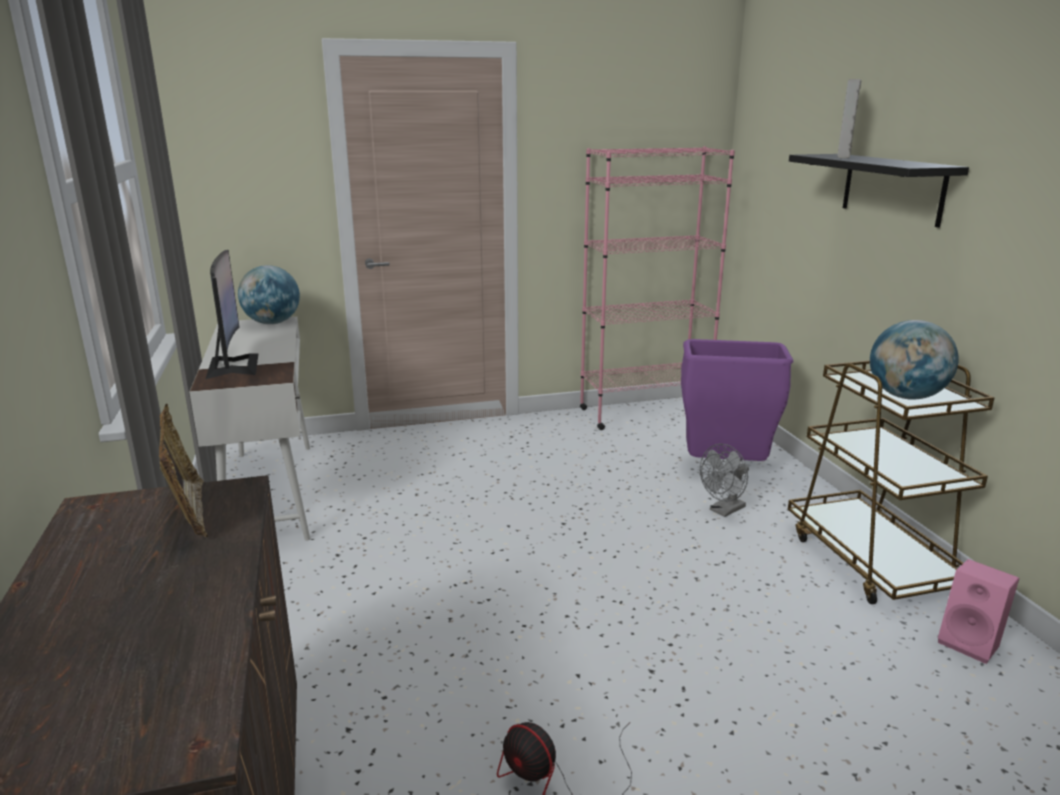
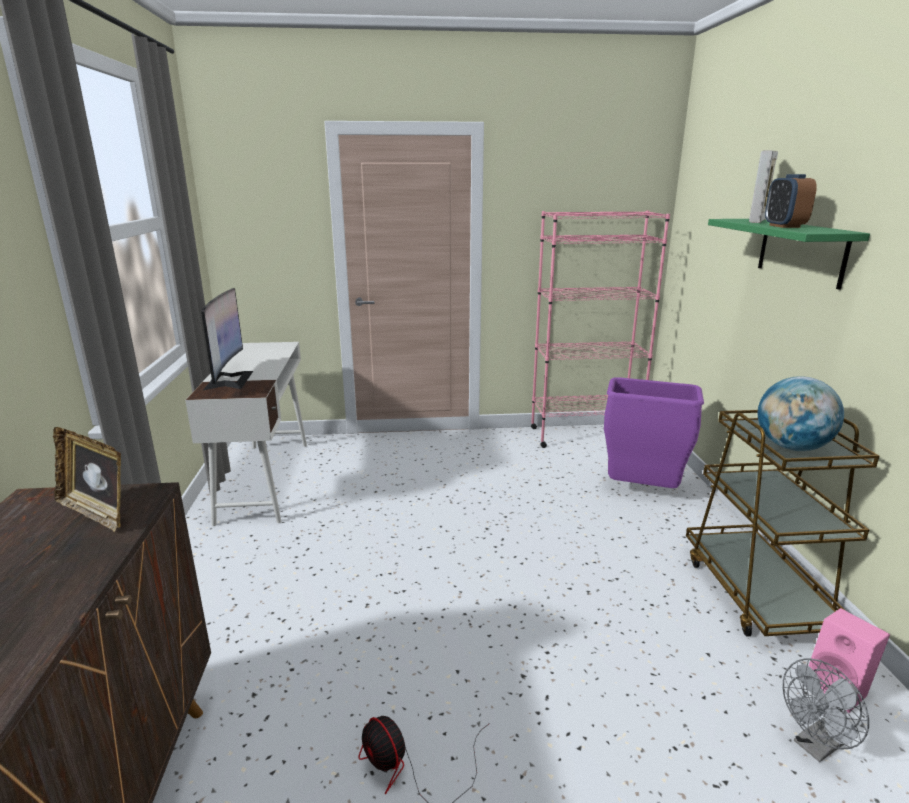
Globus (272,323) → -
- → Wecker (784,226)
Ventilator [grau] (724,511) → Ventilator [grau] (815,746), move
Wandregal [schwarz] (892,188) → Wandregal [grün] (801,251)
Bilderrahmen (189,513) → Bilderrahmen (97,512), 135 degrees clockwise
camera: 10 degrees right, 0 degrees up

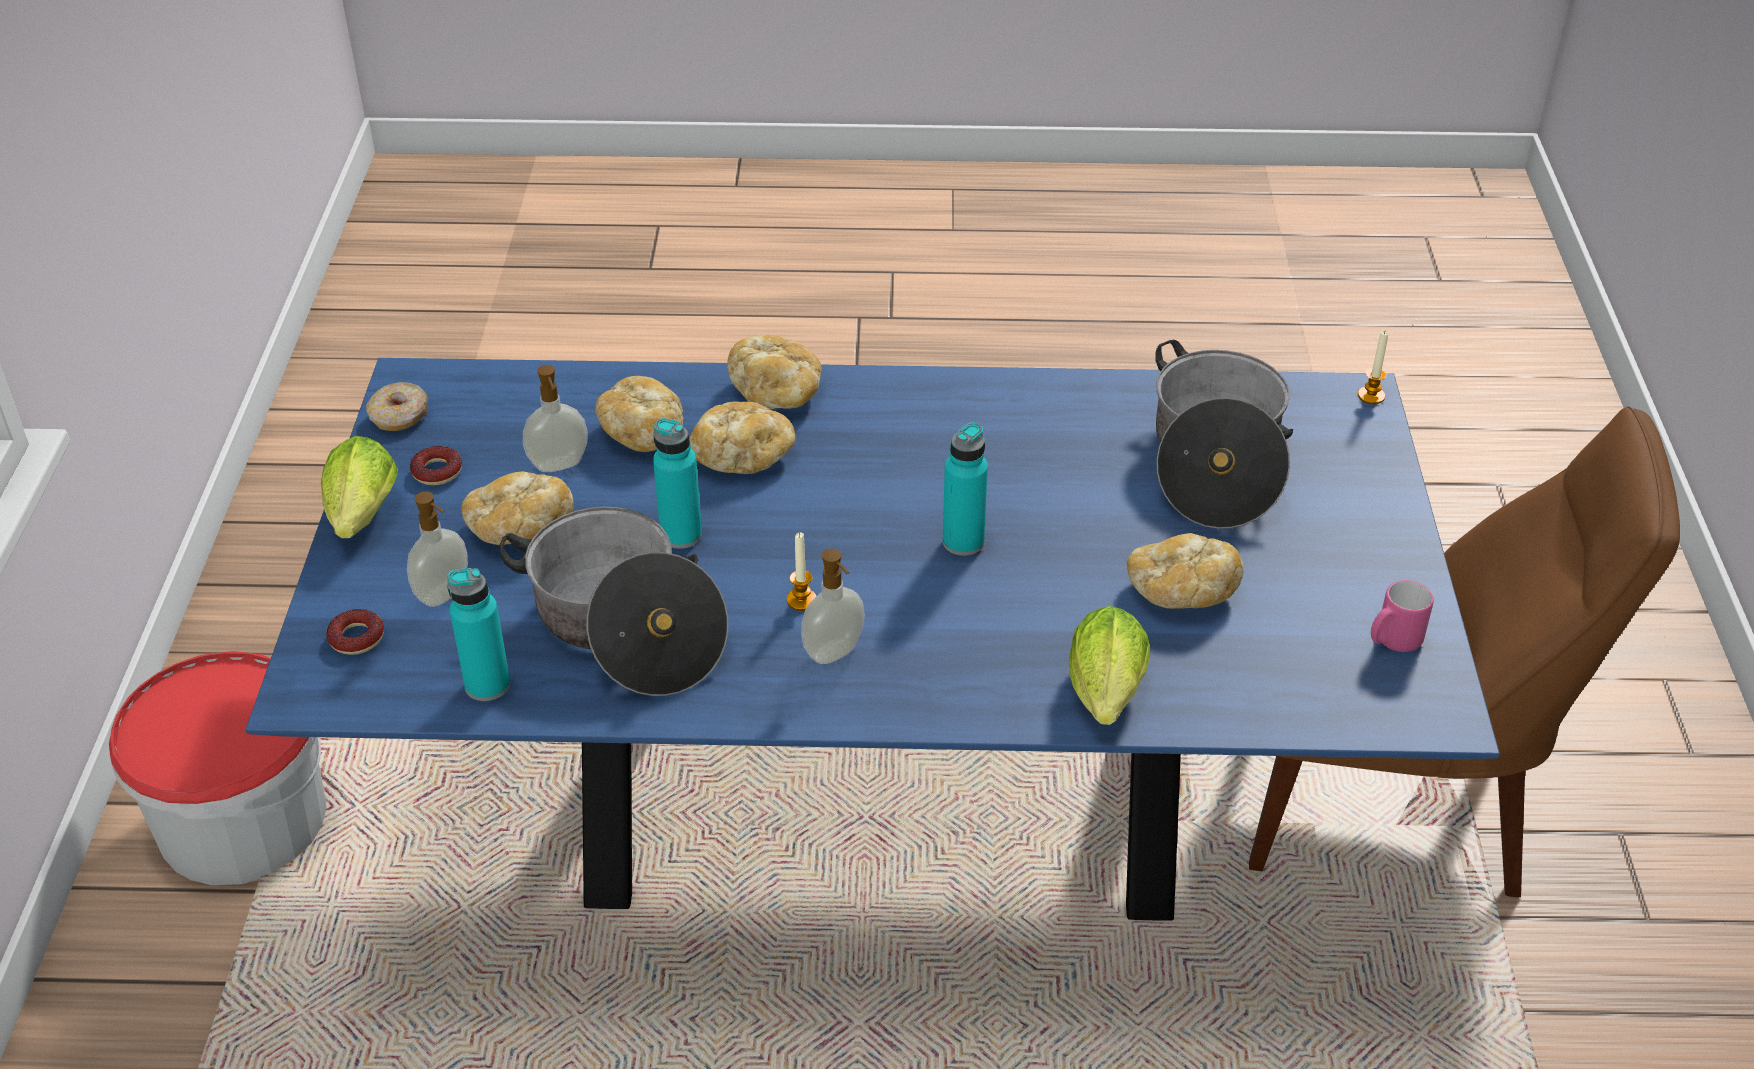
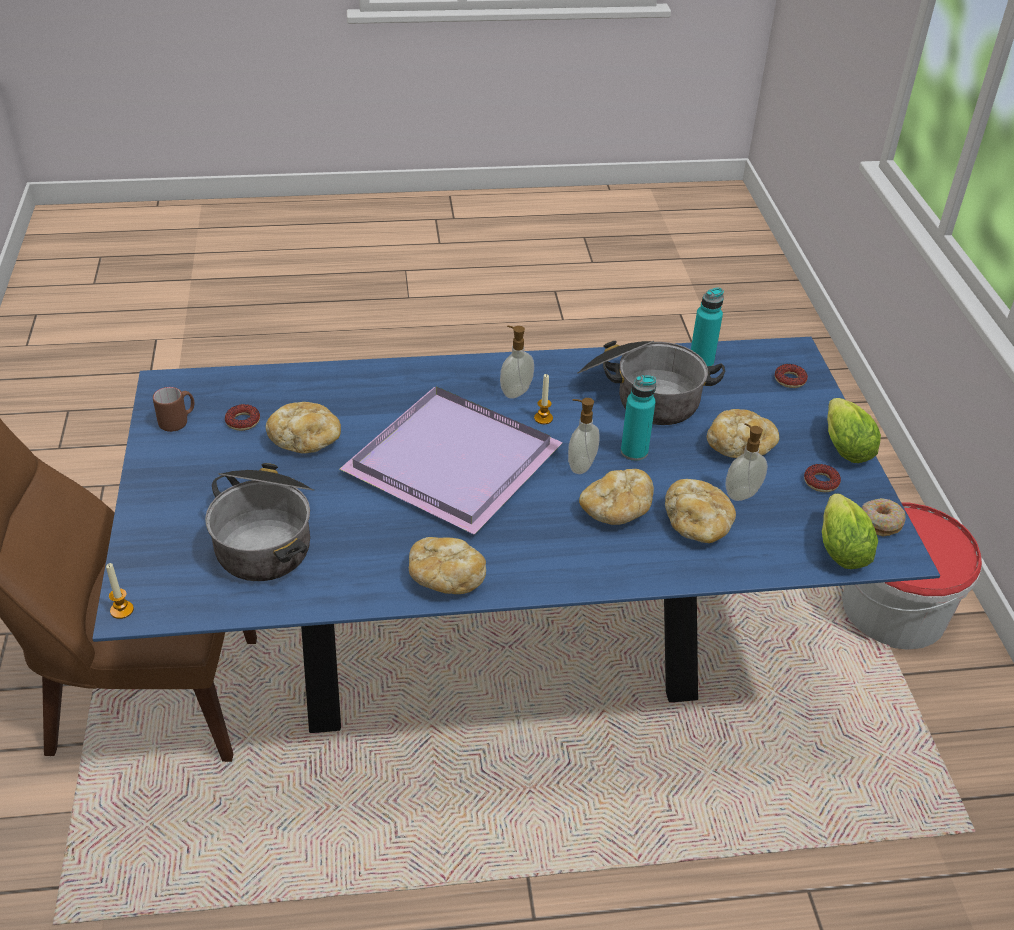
- → Donut (243,421)
Seifenspender (444,594) → Seifenspender (580,465), move
Brot (776,392) → Brot (445,578), move
Salatkopf (1105,698) → Salatkopf (839,546), move
Flasche [türkis] (963,542) → Tablett [lila] (448,462)
Henkelbecher [rosa] (1392,641) → Henkelbecher [braun] (178,422)
camera: 170 degrees right, 0 degrees up

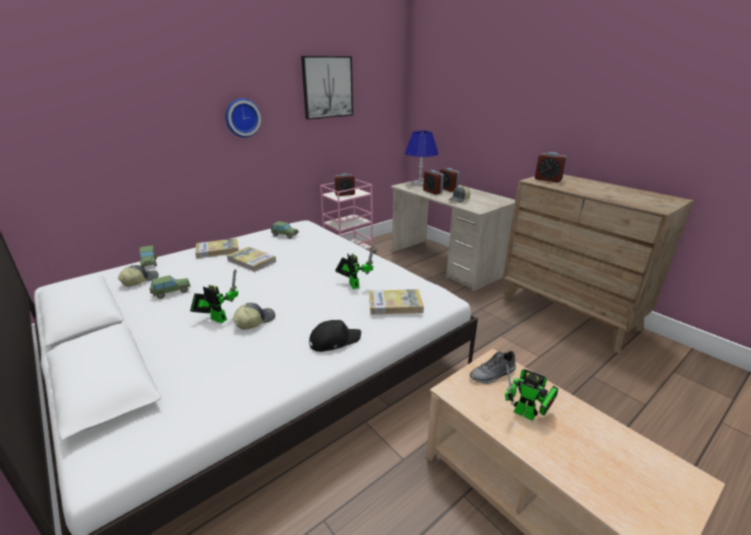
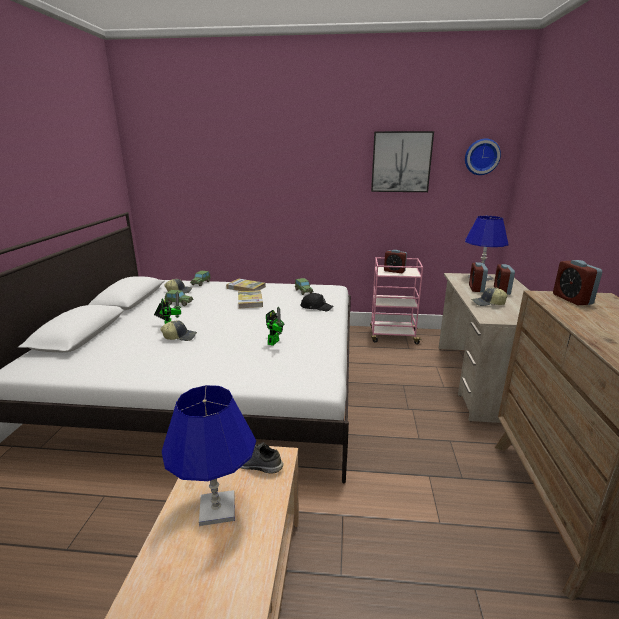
Buch (395,304) → -
Wanduhr (242,117) → Wanduhr (481,157), move
Kappe [schwarz] (334,341) → Kappe [schwarz] (316,307), move
Spielzeugroboter (528,415) → Tischlampe [blau] (217,509)
camera: 45 degrees right, 5 degrees down

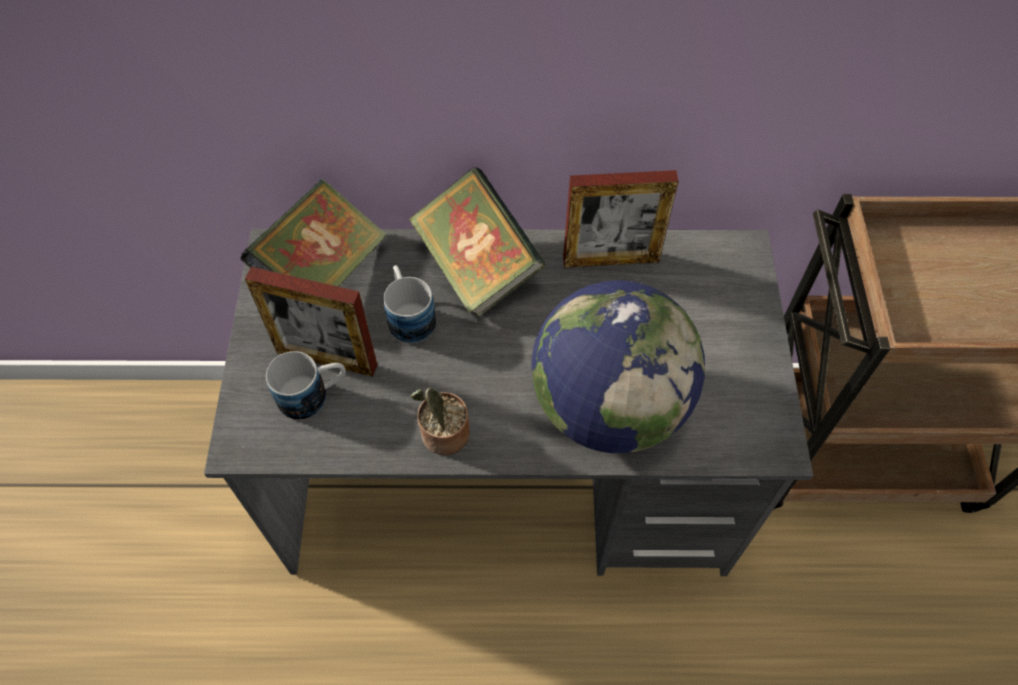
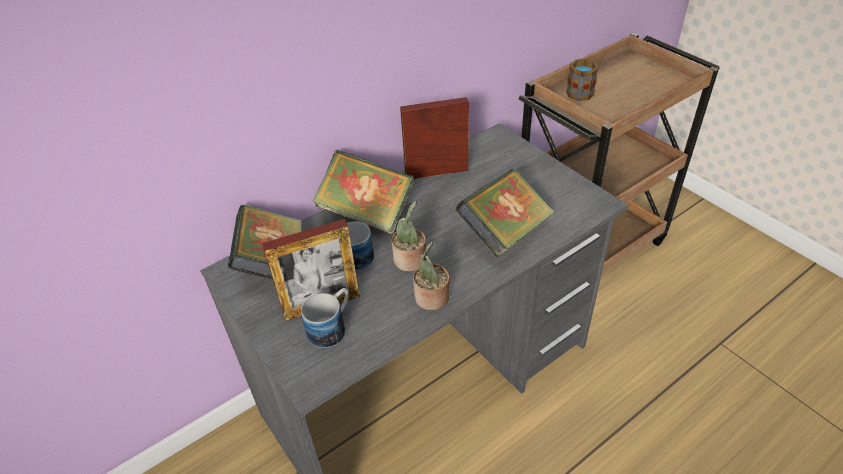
- → Topfpflanze (411,261)
- → Henkelbecher (579,96)
Globus (608,405) → Buch (504,233)
Bilderrahmen (611,259) → Bilderrahmen (436,172), 150 degrees counterclockwise
camera: 35 degrees left, 15 degrees down

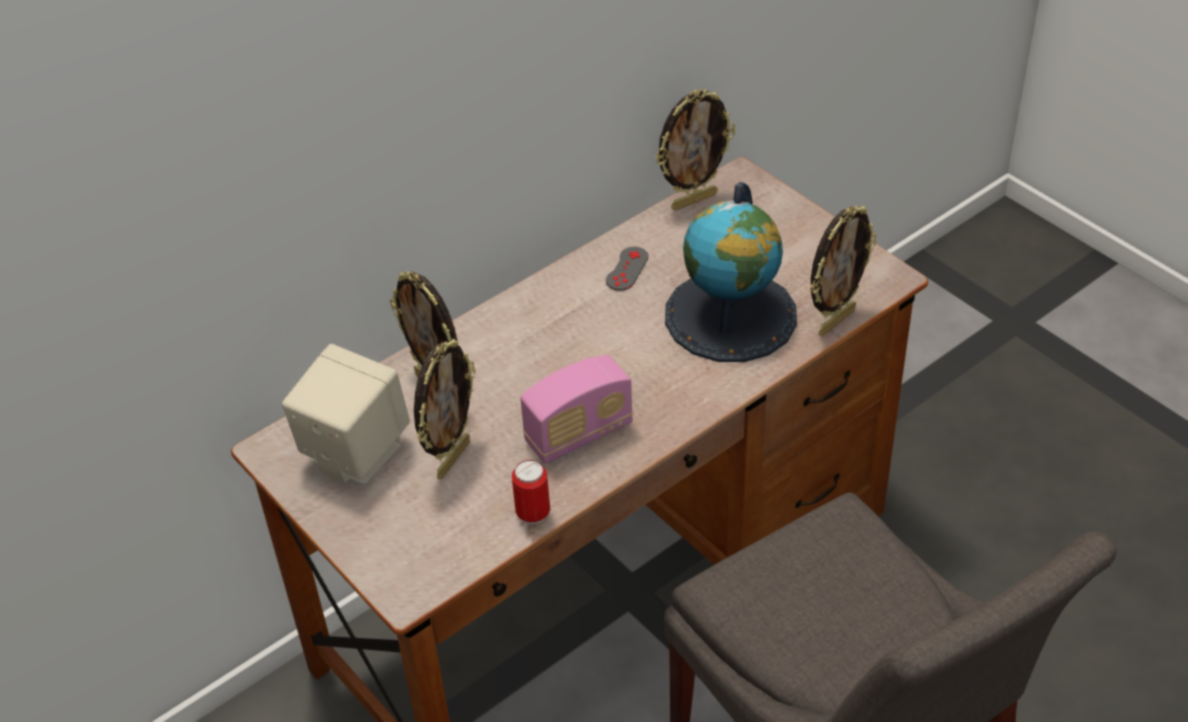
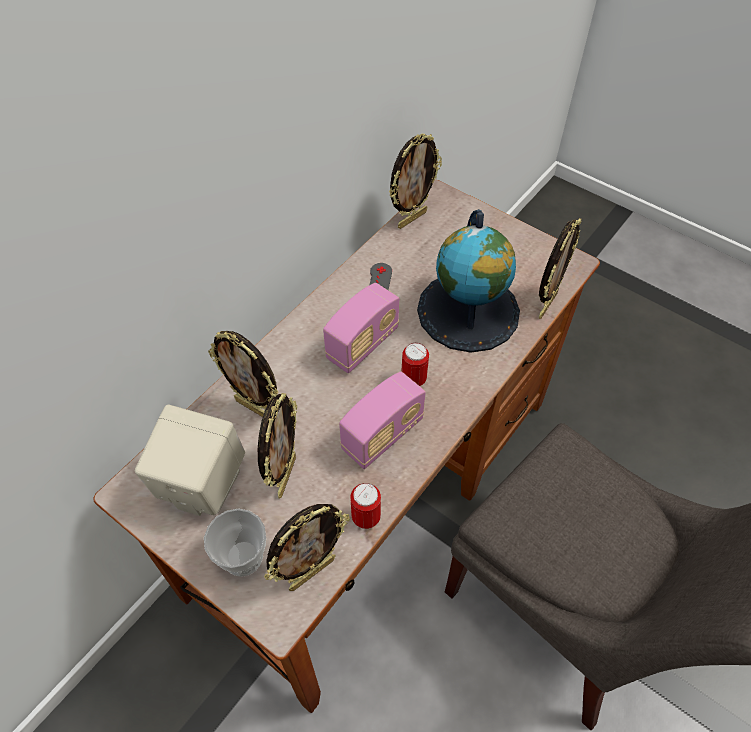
- → Tasse (243,557)
- → Bilderrahmen (311,572)
- → Radio (362,344)
- → Dose (413,379)
camera: 15 degrees left, 10 degrees up

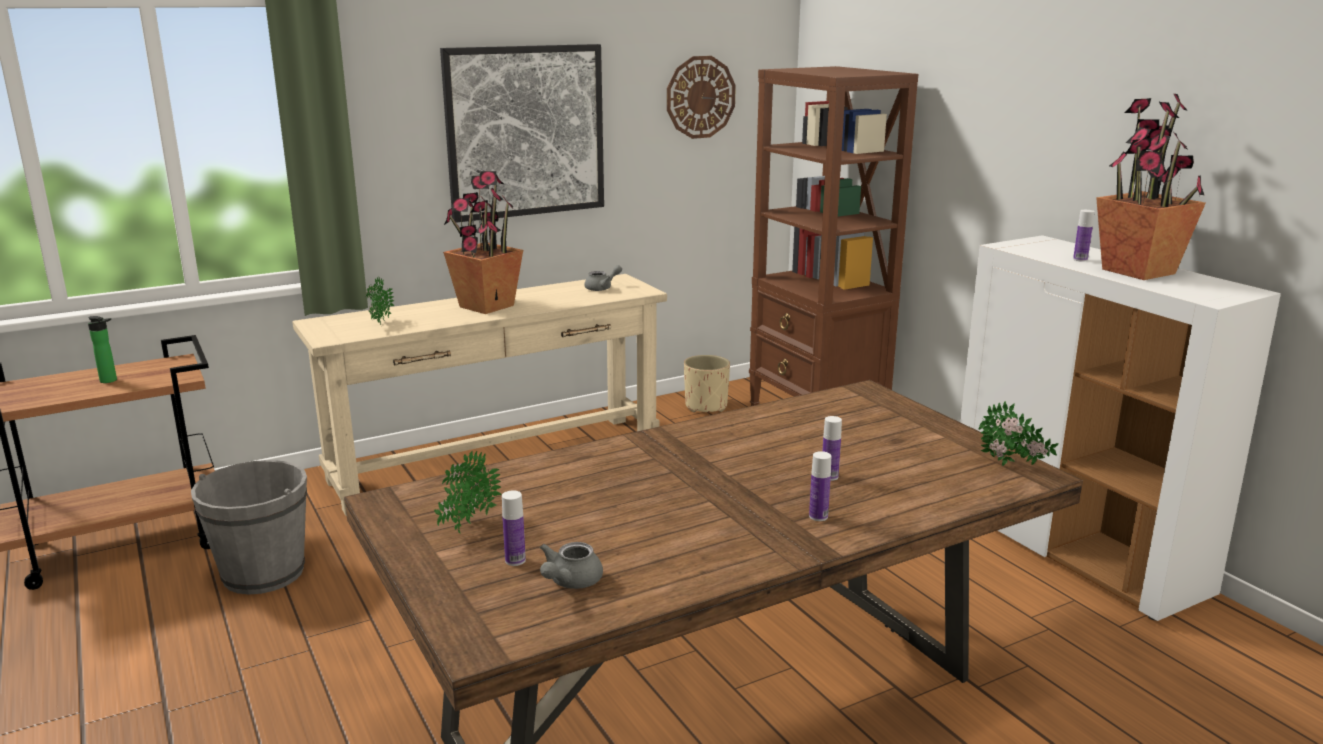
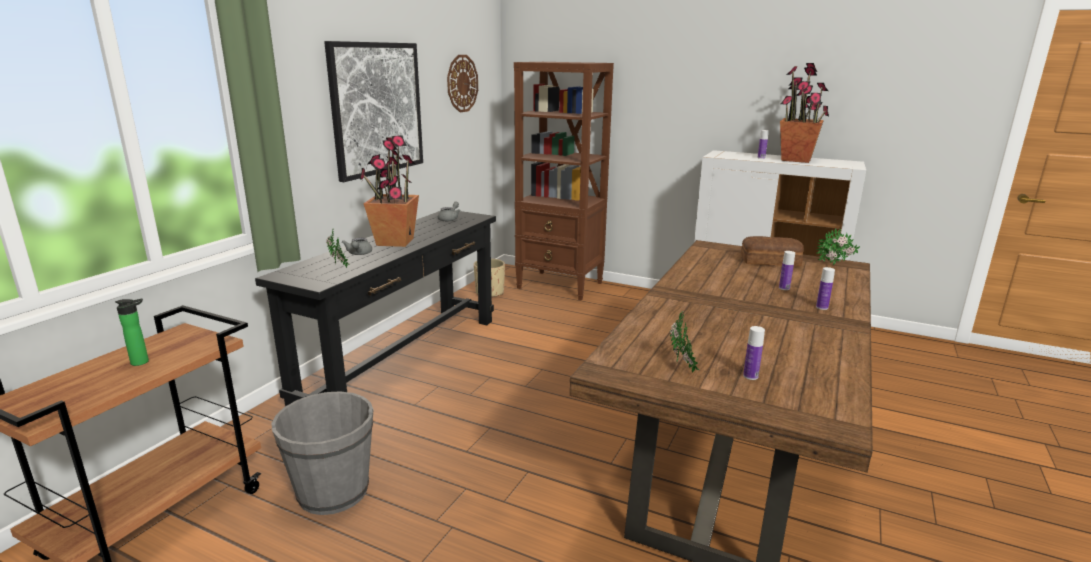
- → Brot (771,261)
Teekanne [grau] (570,582) → Teekanne [grau] (359,254), move
Konsolentisch [beige] (497,461) → Konsolentisch [schwarz] (404,359)
camera: 35 degrees left, 0 degrees up

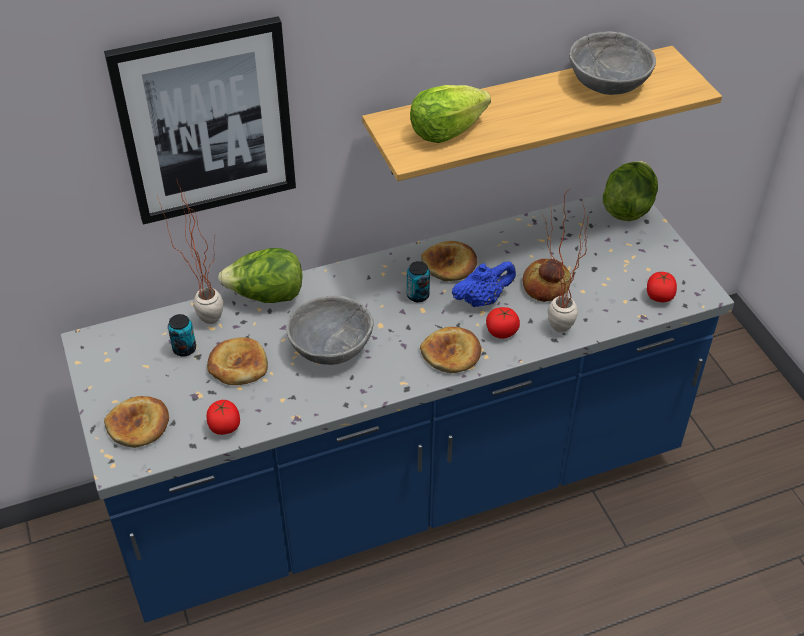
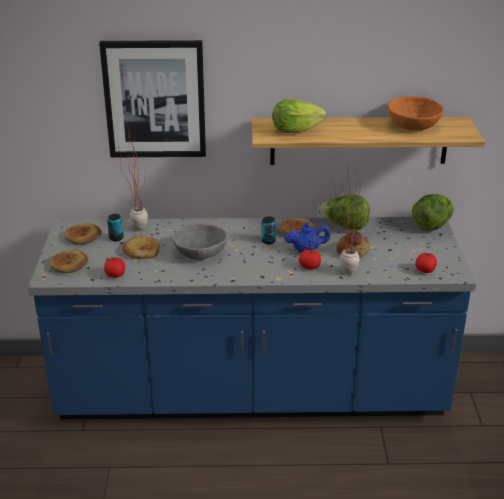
Salatkopf (266,296) → Salatkopf (344,227), move
Brot (451,353) → Brot (83,237), move
Schüssel [grau] (608,82) → Schüssel [orange] (414,125)
camera: 20 degrees right, 15 degrees down

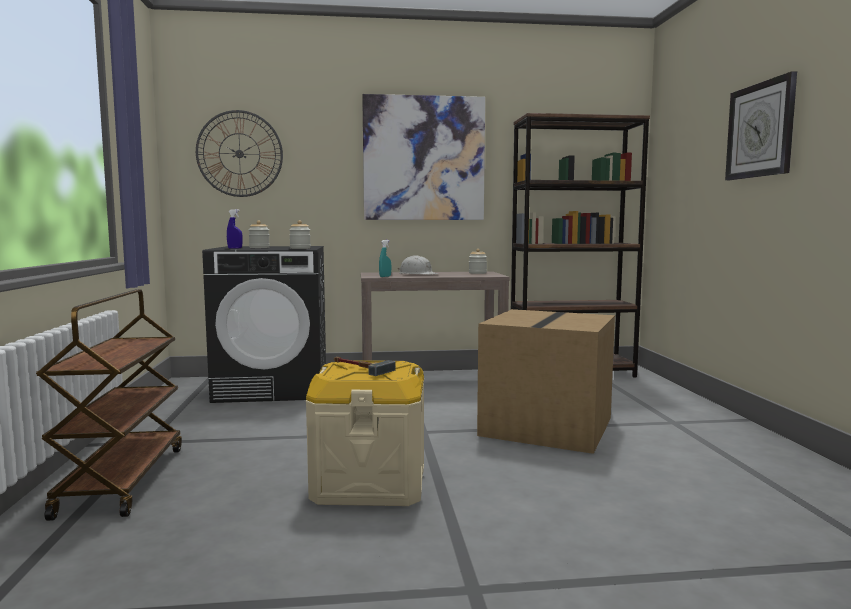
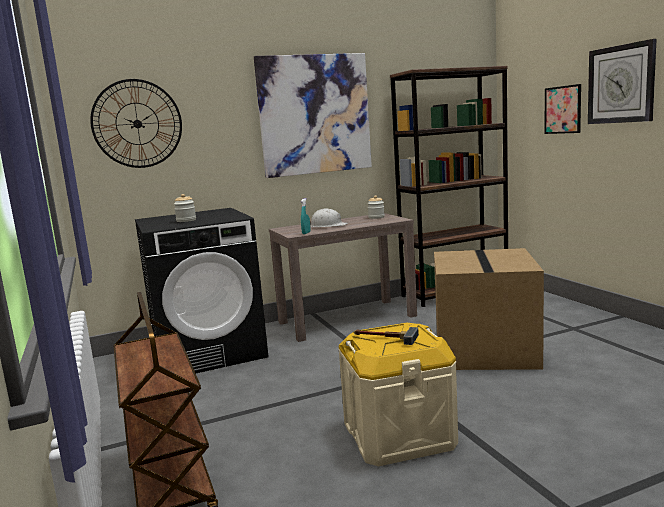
Sprühflasche [blau] (235,248) → -
Vorratsglas (300,248) → -
- → Bild (562,110)
camera: 15 degrees left, 5 degrees up

